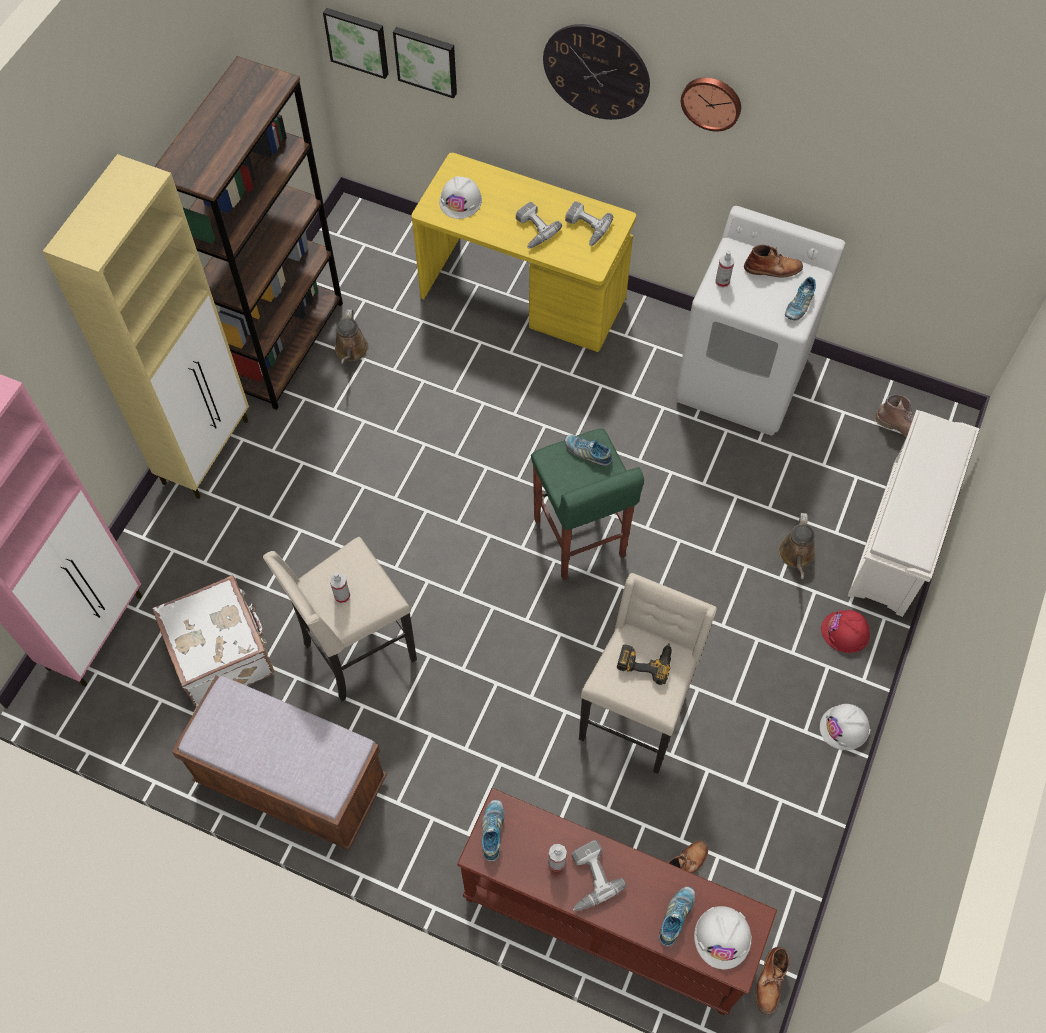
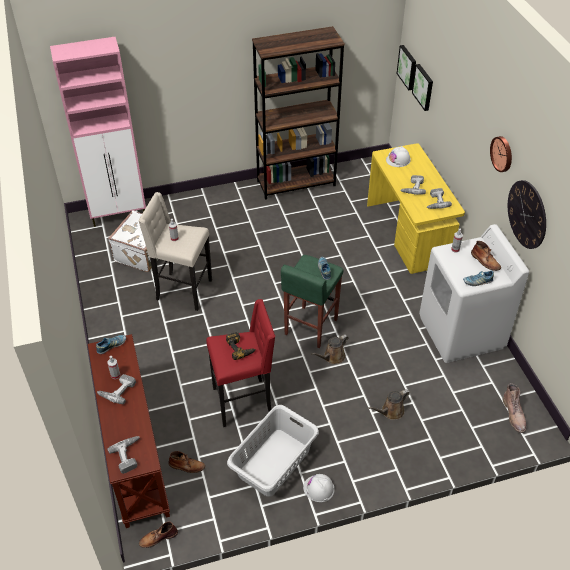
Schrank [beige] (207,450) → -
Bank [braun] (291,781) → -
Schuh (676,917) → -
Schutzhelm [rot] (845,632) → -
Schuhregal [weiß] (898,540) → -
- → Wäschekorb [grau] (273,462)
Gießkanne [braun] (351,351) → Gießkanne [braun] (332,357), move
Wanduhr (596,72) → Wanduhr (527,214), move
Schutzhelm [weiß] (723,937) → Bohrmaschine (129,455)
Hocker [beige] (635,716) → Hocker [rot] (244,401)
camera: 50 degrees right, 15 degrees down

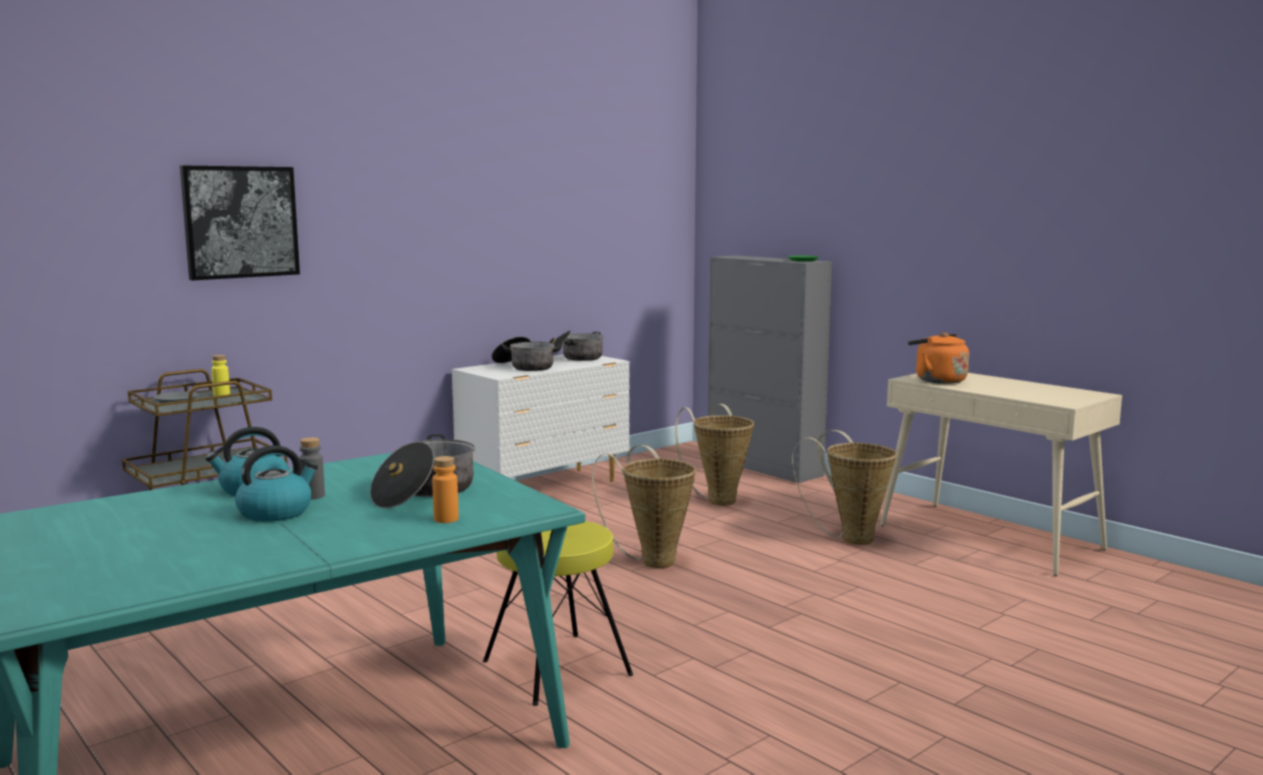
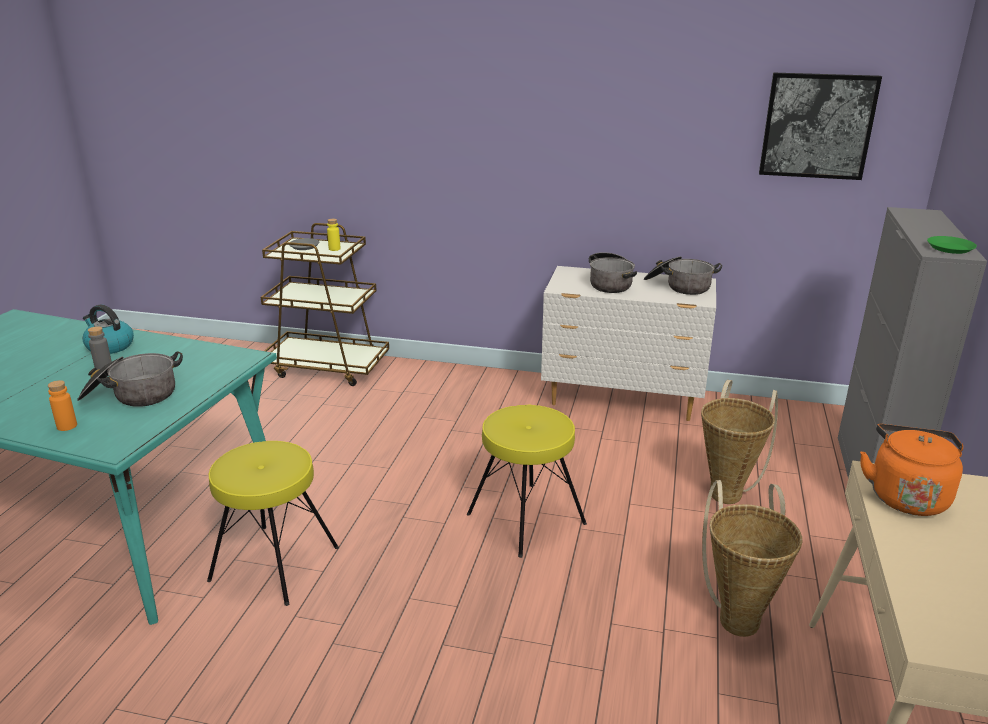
Wasserkessel (276,512) → -
Bild (240,222) → Bild (817,126), move
Korb (652,560) → Hocker [gelb] (527,519)
camera: 55 degrees right, 15 degrees up

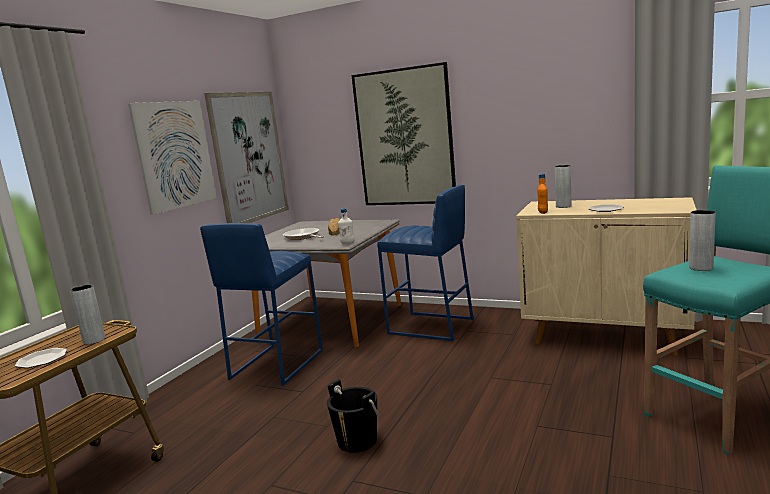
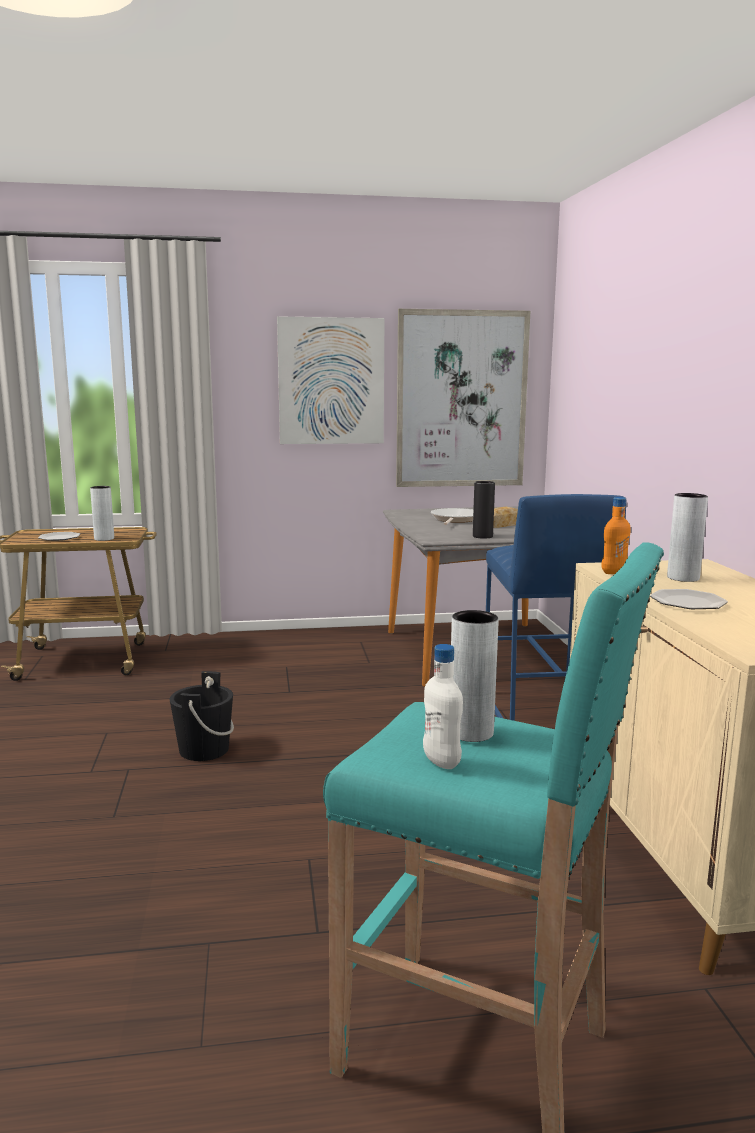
Hocker [blau] (276,364) → -
Bild (404,138) → -
- → Vase [schwarz] (482,536)
Flasche [weiß] (347,243) → Flasche [weiß] (441,761), move
camera: 55 degrees right, 0 degrees up

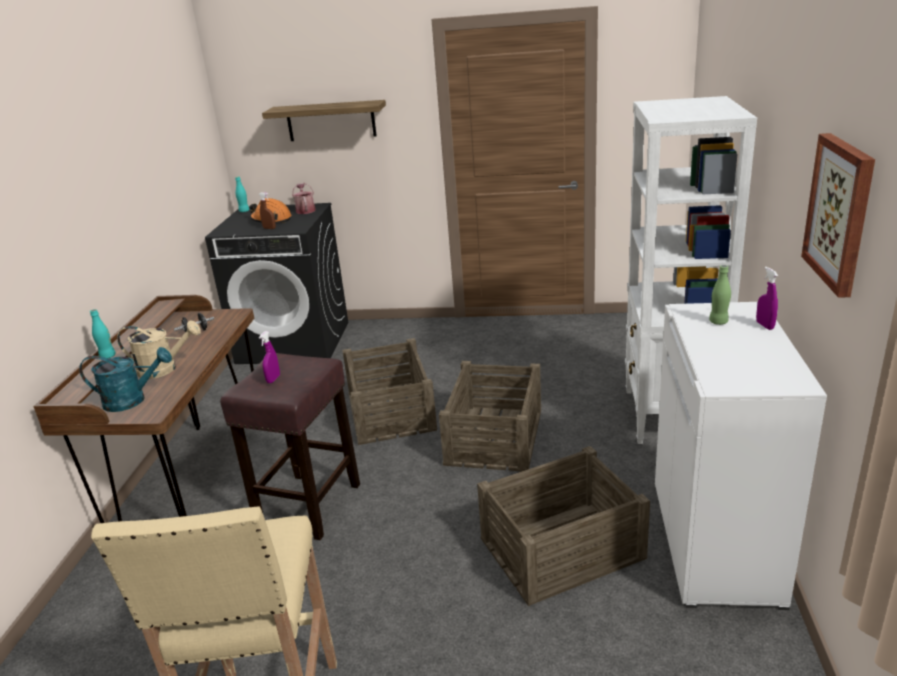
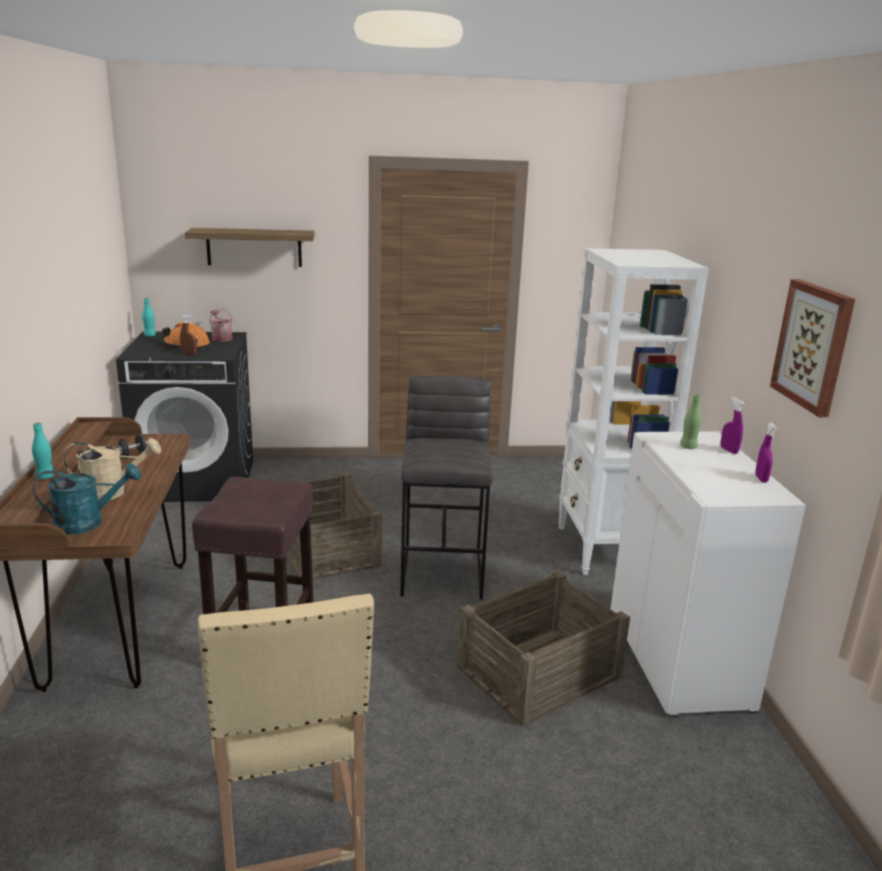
Sprühflasche [lila] (273,379) → Sprühflasche [lila] (761,479), move
Kiste (495,436) → Hocker [grau] (443,571)
camera: 15 degrees left, 5 degrees down

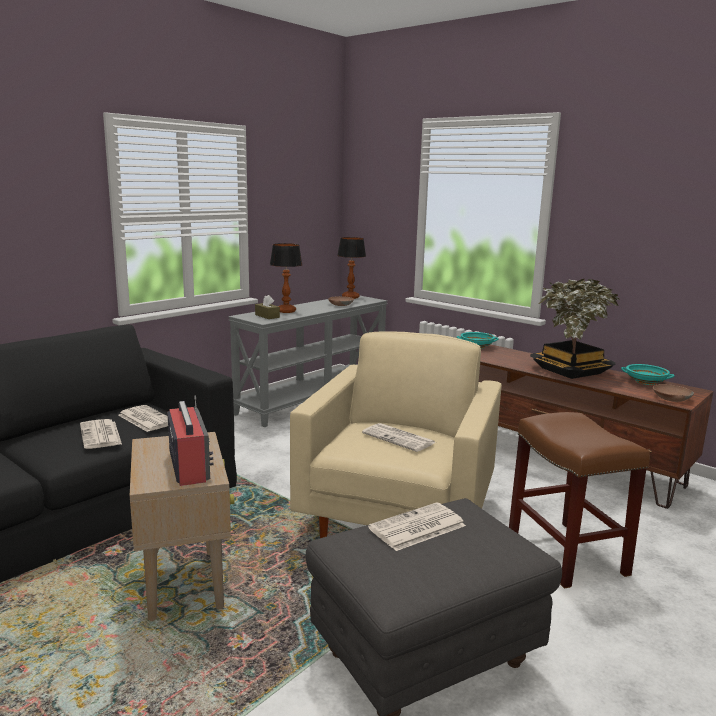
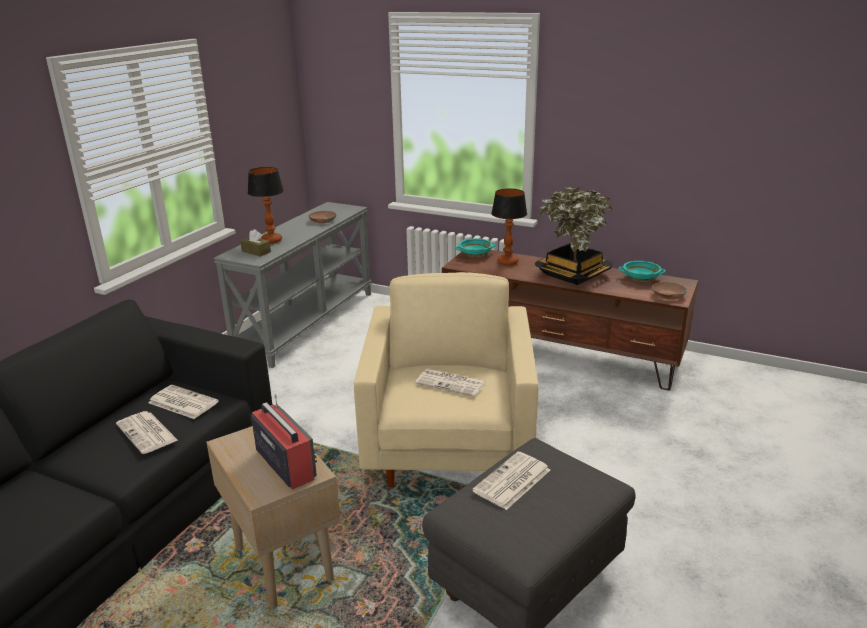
Hocker [braun] (567,553) → -
Tischlampe (350,297) → Tischlampe (507,262), move
camera: 15 degrees left, 10 degrees up

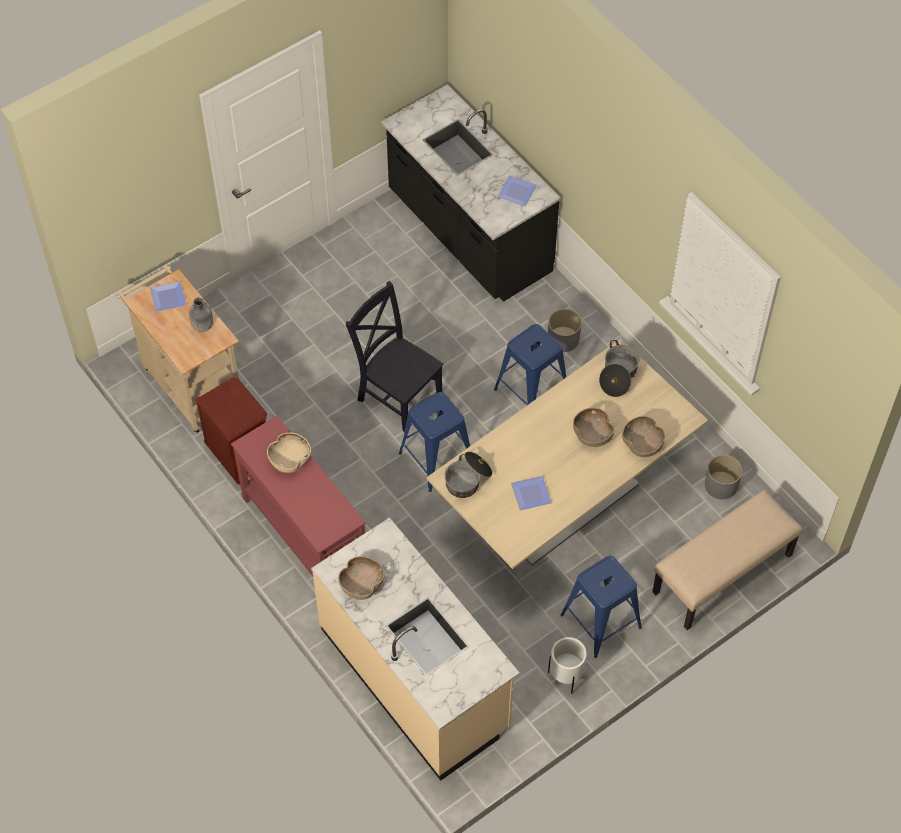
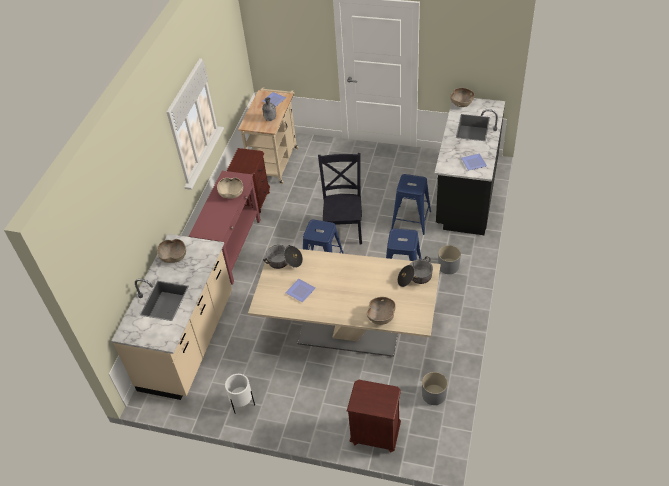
Hocker [blau] (601,620) → Hocker [blau] (411,220), move
Schüssel [braun] (591,435) → Schüssel [braun] (461,103), move
Bank [beige] (722,575) → Nachttisch [braun] (375,435)
camera: 55 degrees right, 10 degrees down

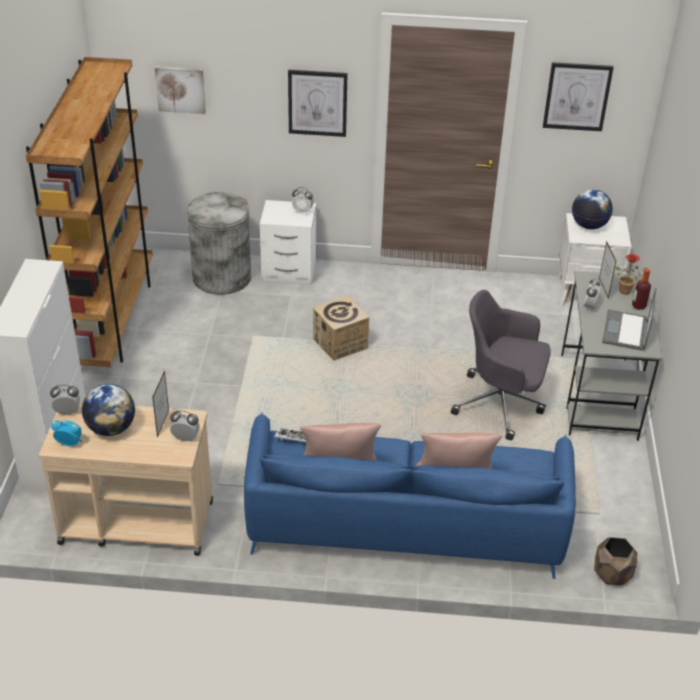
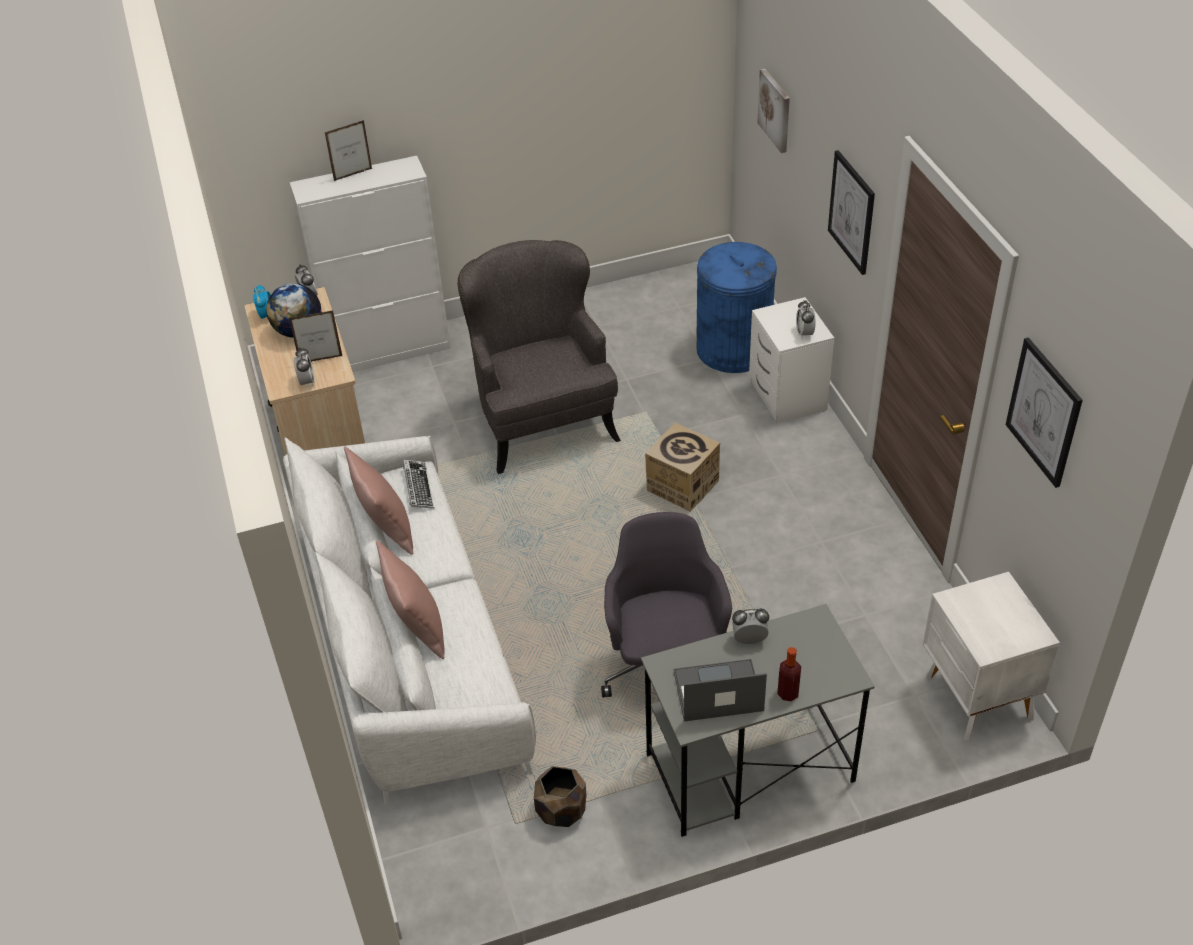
Bücherregal [braun] (112,320) → -
Globus (589,226) → -
Topfpflanze (626,291) → -
- → Sessel [grau] (542,422)
Pflanzkübel [braun] (611,574) → Pflanzkübel [braun] (561,810), move
Bilderrahmen (603,288) → Bilderrahmen (353,174), move
Mülleimer [grau] (222,277) → Mülleimer [blau] (734,349)
Sofa [blau] (405,524) → Sofa [weiß] (410,641)
camera: 70 degrees right, 5 degrees up

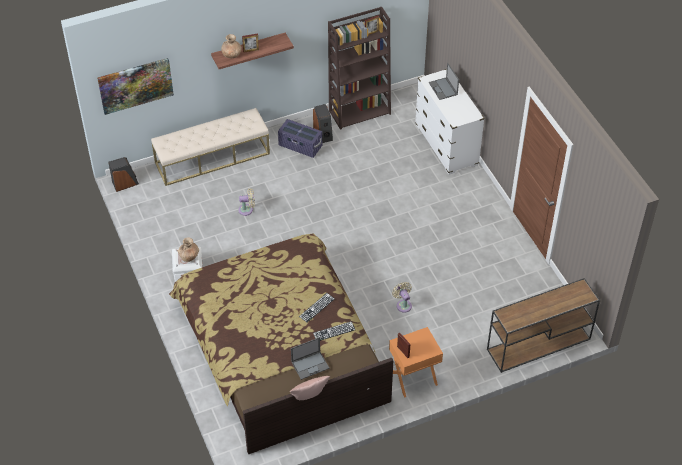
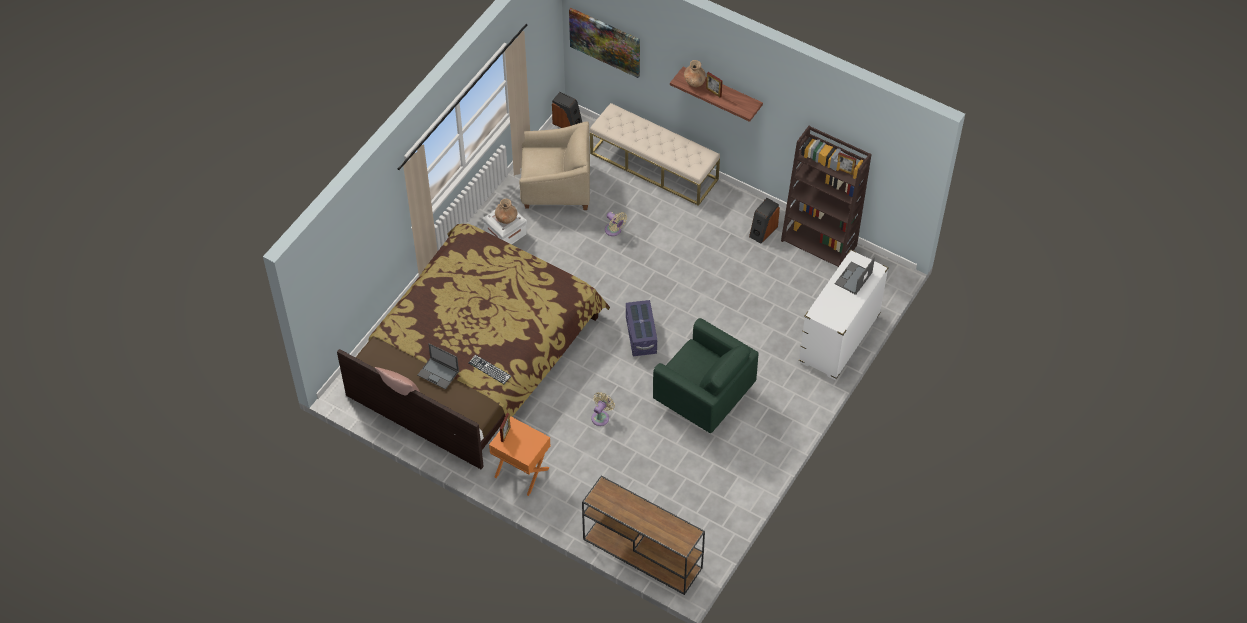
Tastatur (317,307) → -
- → Sessel [beige] (556,187)
- → Sessel [grün] (703,398)
Aufbewahrungsbox [lila] (300,146) → Aufbewahrungsbox [lila] (641,336), move
camera: 55 degrees right, 5 degrees up

